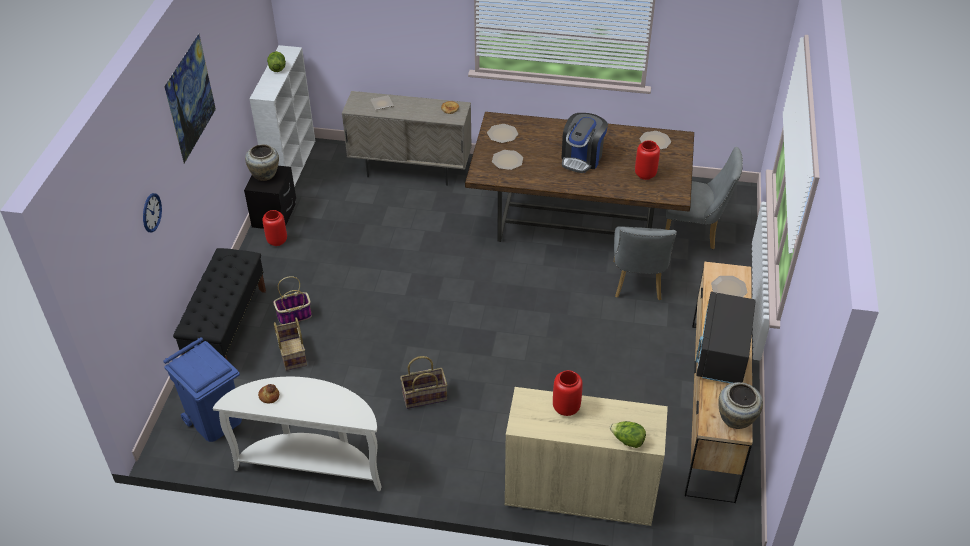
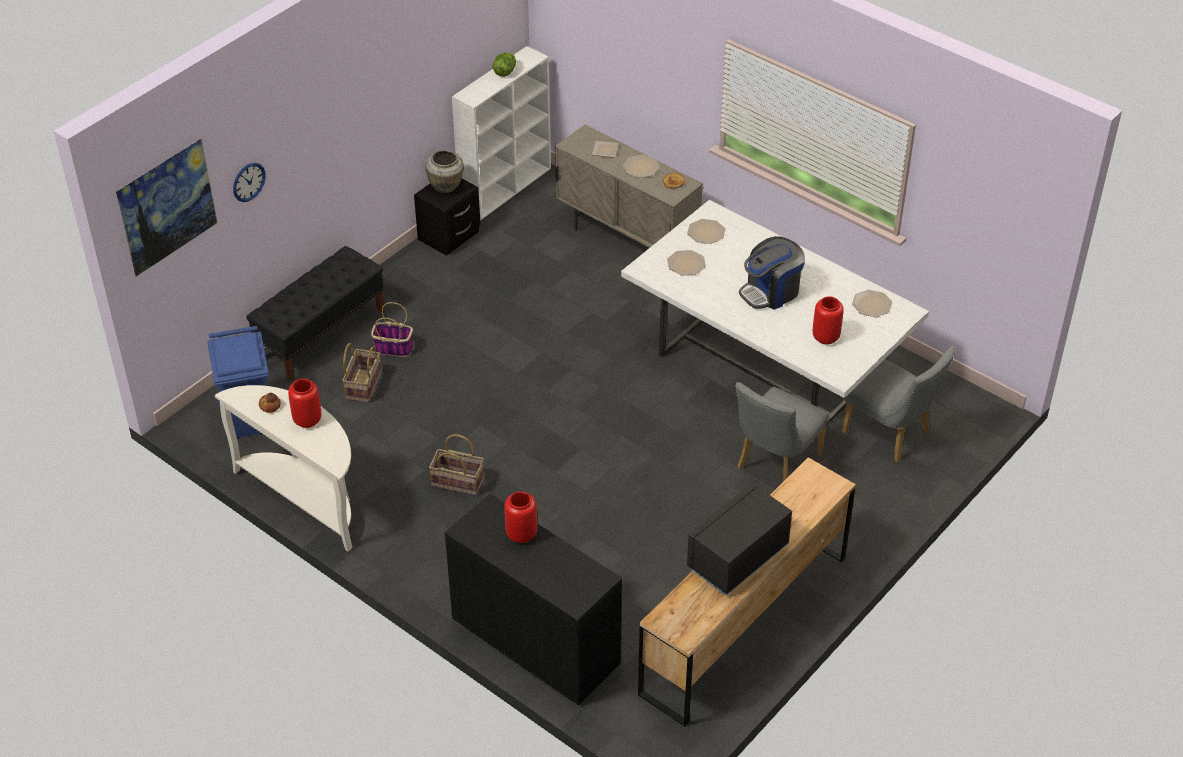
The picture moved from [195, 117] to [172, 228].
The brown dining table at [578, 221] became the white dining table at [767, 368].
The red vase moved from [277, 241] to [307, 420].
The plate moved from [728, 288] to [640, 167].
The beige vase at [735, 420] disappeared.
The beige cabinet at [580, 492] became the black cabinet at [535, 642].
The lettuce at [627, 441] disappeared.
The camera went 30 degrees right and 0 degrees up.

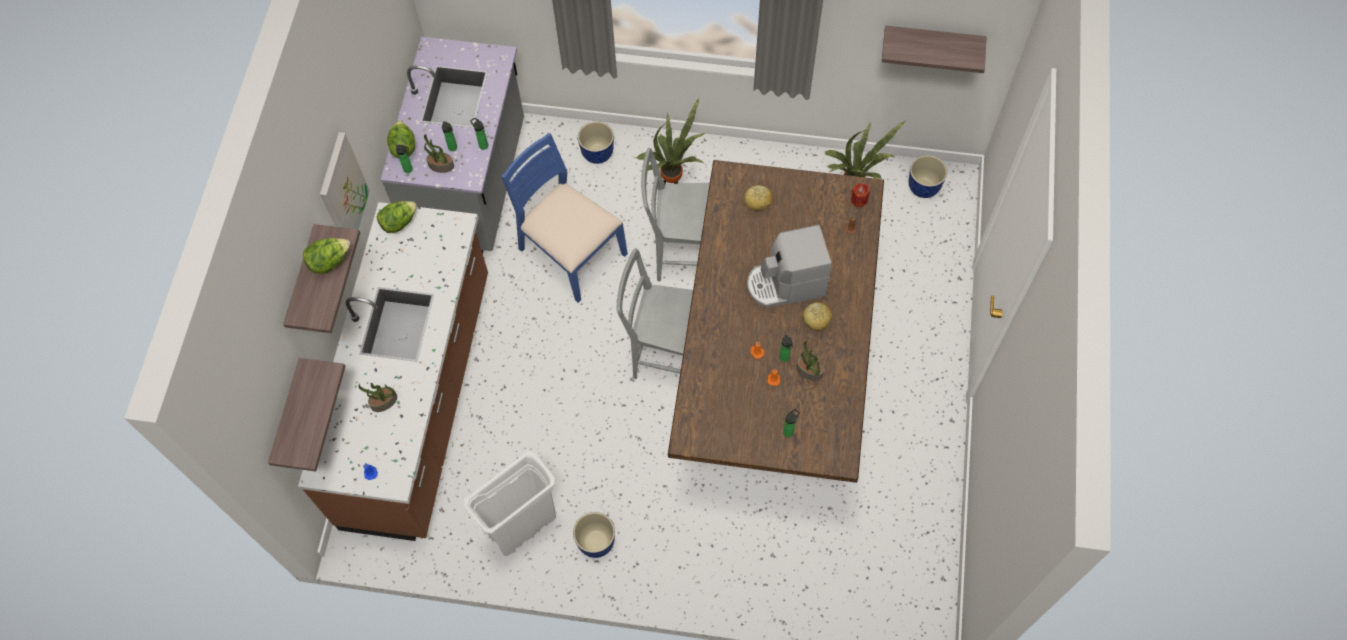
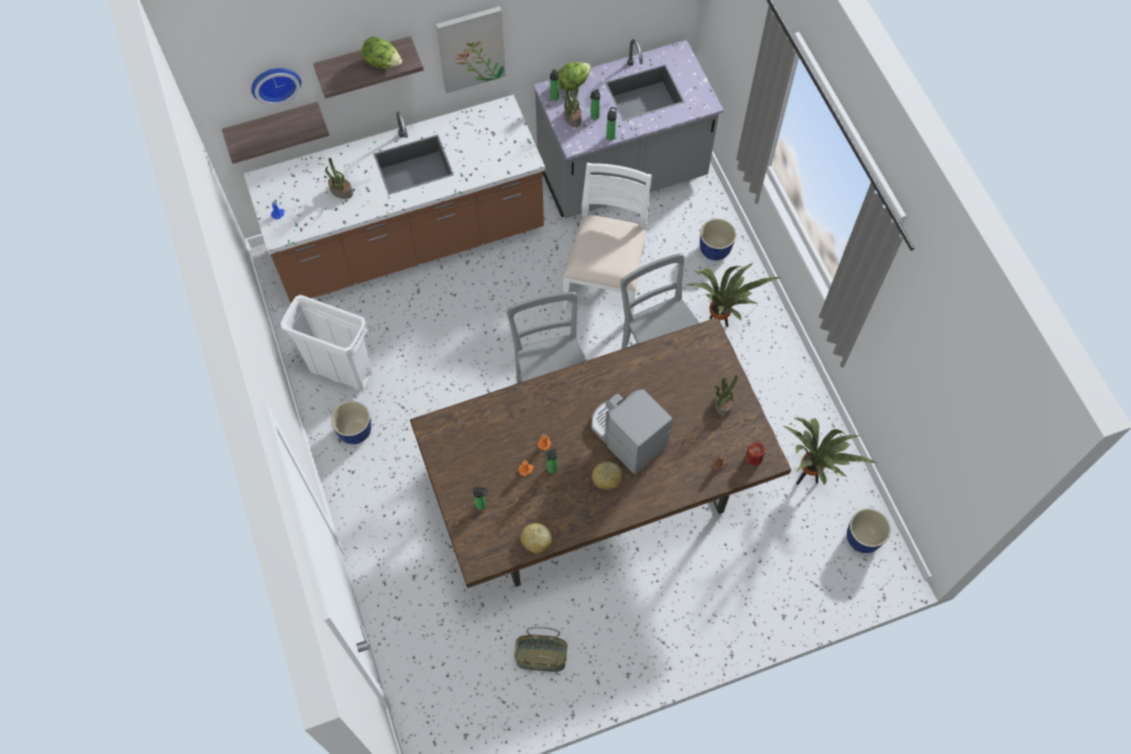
The shelf at [932, 43] disappeared.
The blue chair at [570, 252] became the white chair at [606, 279].
The bread moved from [758, 200] to [536, 540].
The lettuce at [399, 222] disappeared.
The potted plant moved from [809, 371] to [722, 403].
The wall clock at [275, 82] appeared.
The basket at [540, 658] appeared.
The camera went 60 degrees right and 0 degrees up.

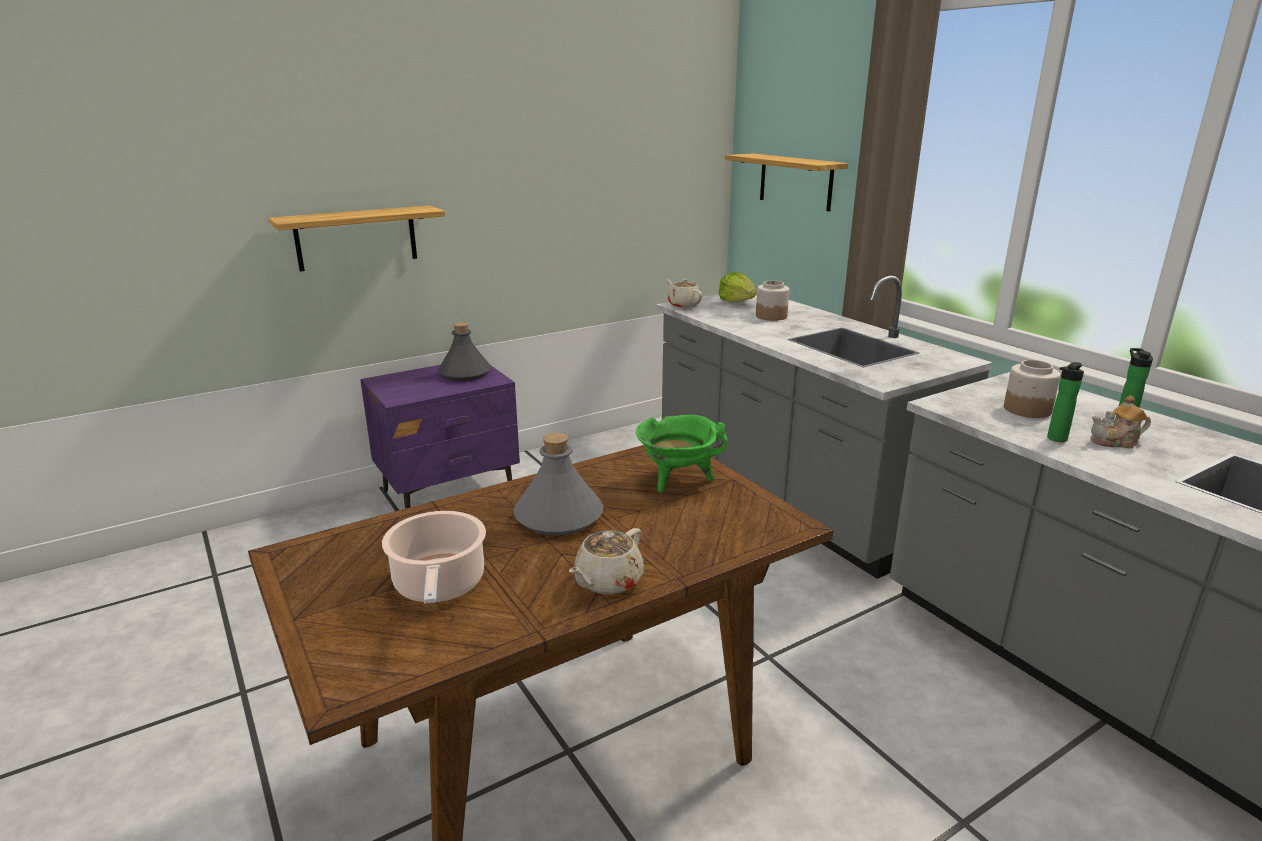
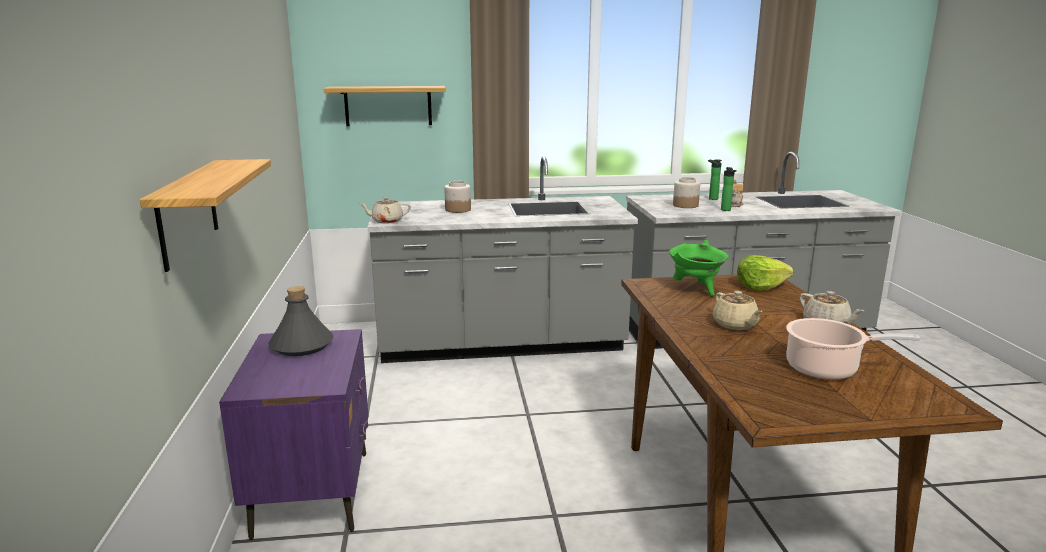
The lettuce moved from [737, 301] to [760, 287].
The grey bottle at [559, 516] was replaced by the beige teapot at [735, 325].
The camera went 65 degrees left and 5 degrees down.

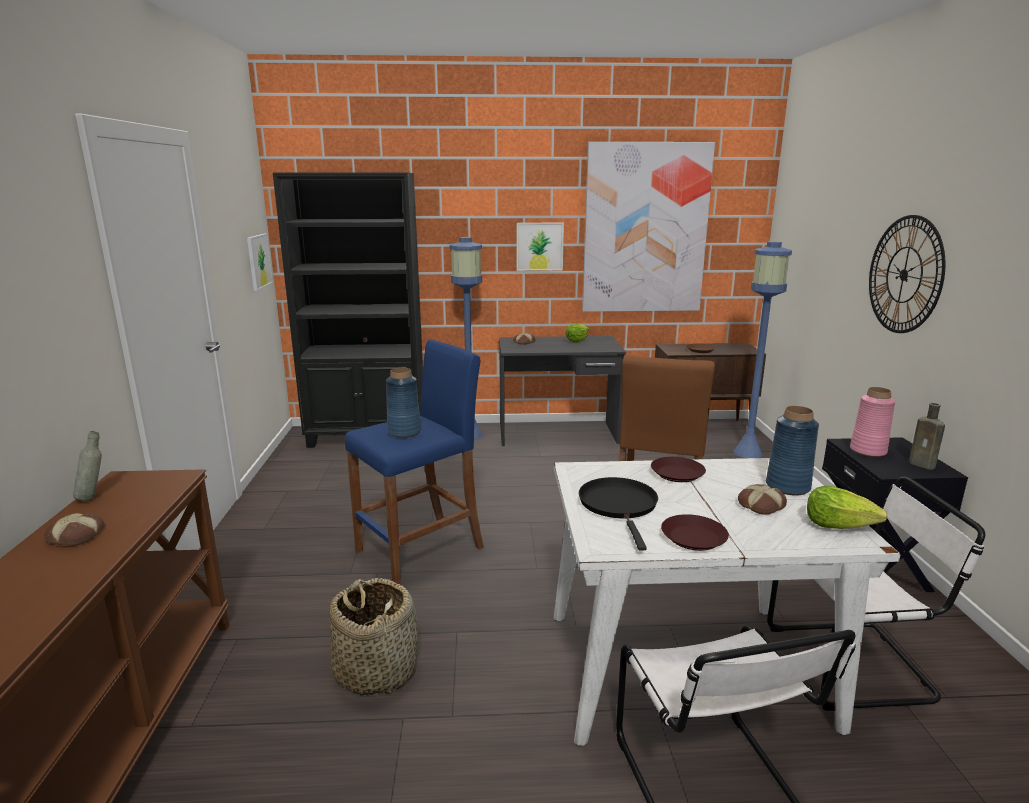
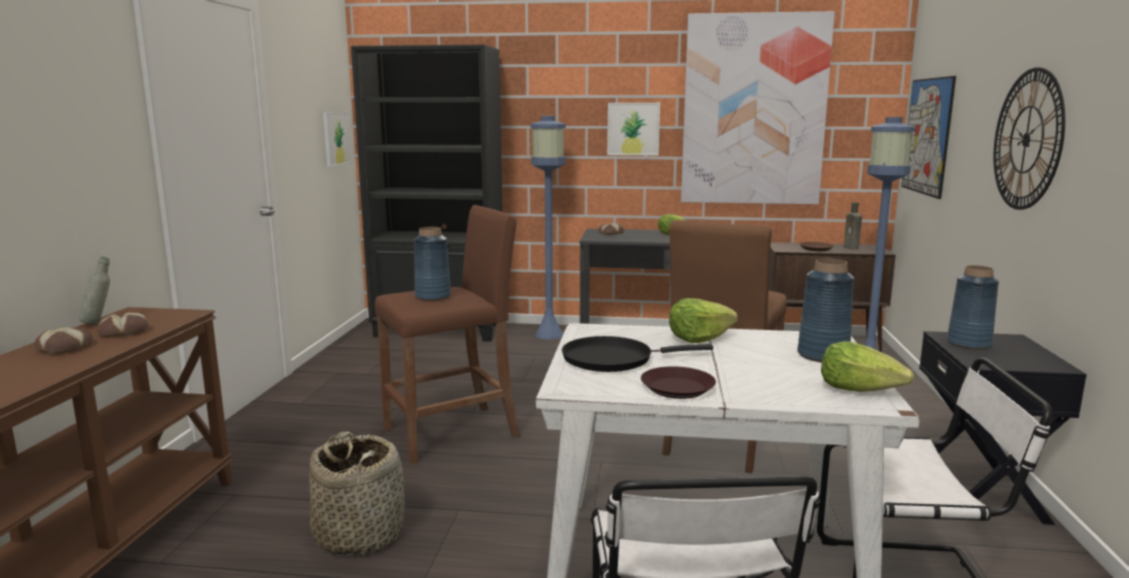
The blue stool at [421, 549] became the brown stool at [452, 433].
The pink vase at [867, 451] became the blue vase at [968, 344].
The brown bottle moved from [923, 465] to [852, 248].
The brown plate at [676, 474] was replaced by the lettuce at [698, 338].
The black frying pan at [619, 506] turned 105 degrees counterclockwise.
The bread moved from [760, 505] to [124, 331].
The picture at [927, 136] appeared.
The camera went 10 degrees right and 5 degrees down.

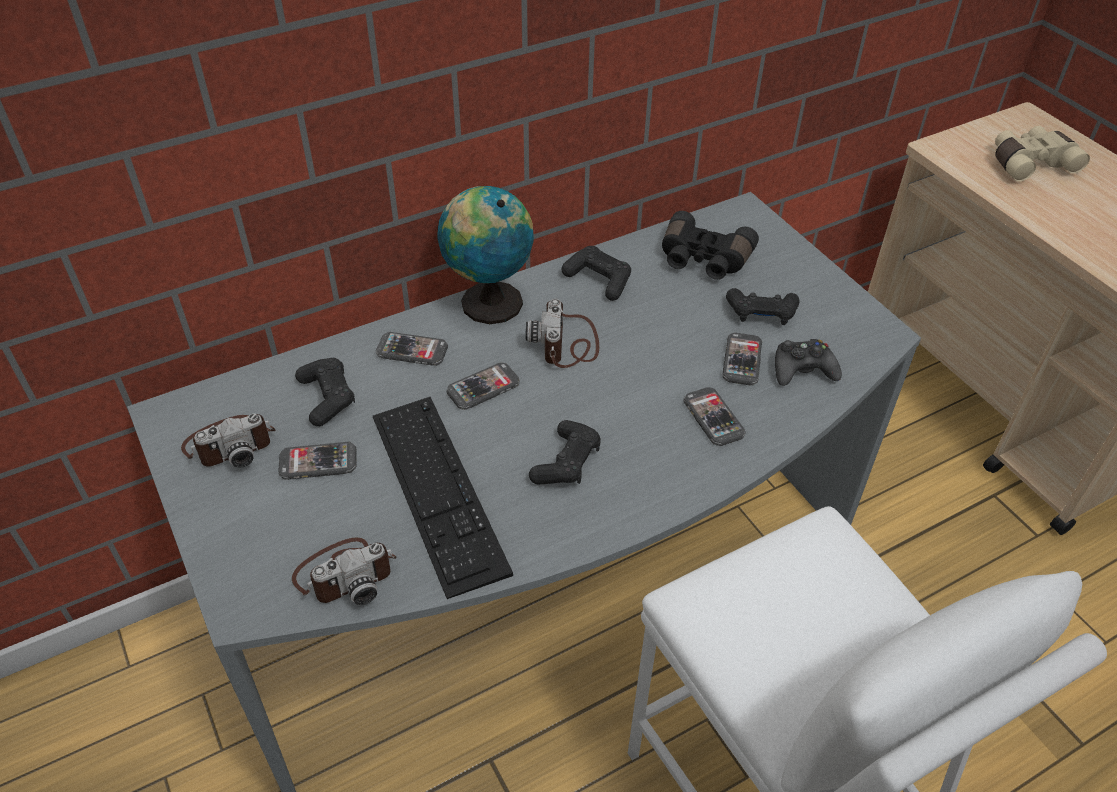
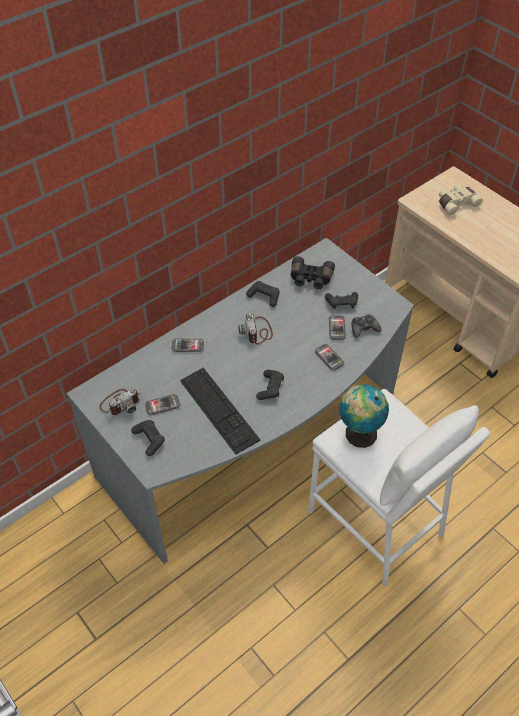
The globe moved from [487, 302] to [358, 433].
The black game controller moved from [327, 397] to [149, 439].
The phone at [483, 388] disappeared.
The photo camera at [345, 573] disappeared.
The camera went 10 degrees left and 5 degrees up.

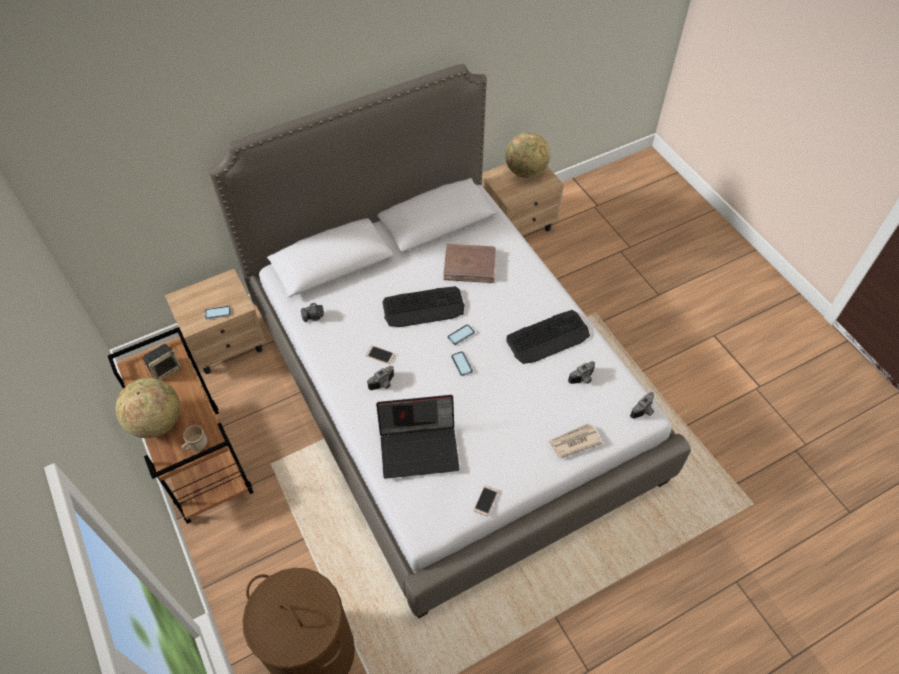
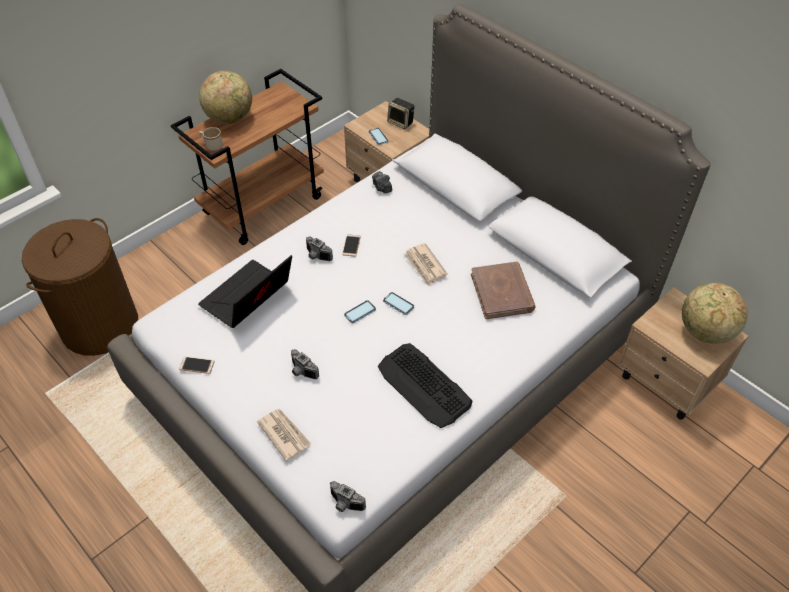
The keyboard at [423, 307] was replaced by the newspaper at [425, 266].
The speaker moved from [166, 369] to [401, 122].
The photo camera moved from [583, 379] to [301, 372].
The laptop at [420, 447] turned 60 degrees clockwise.
The camera went 75 degrees right and 5 degrees down.

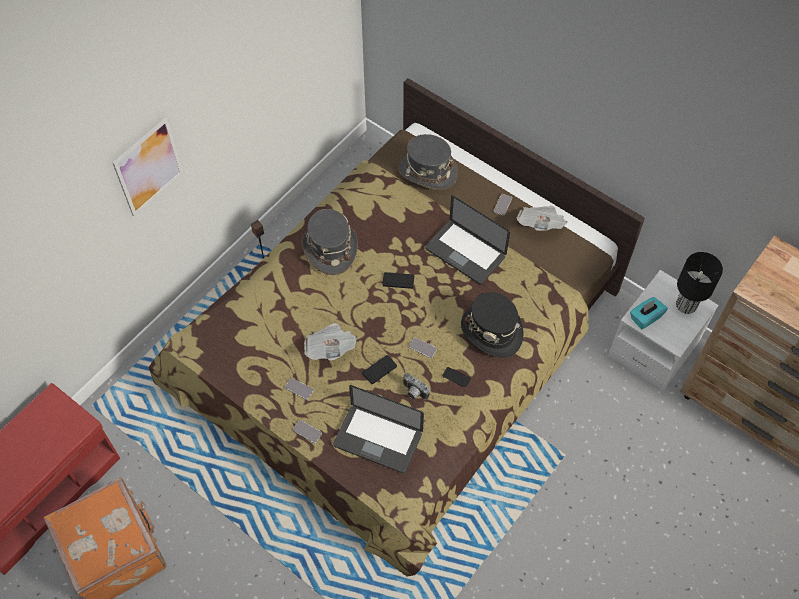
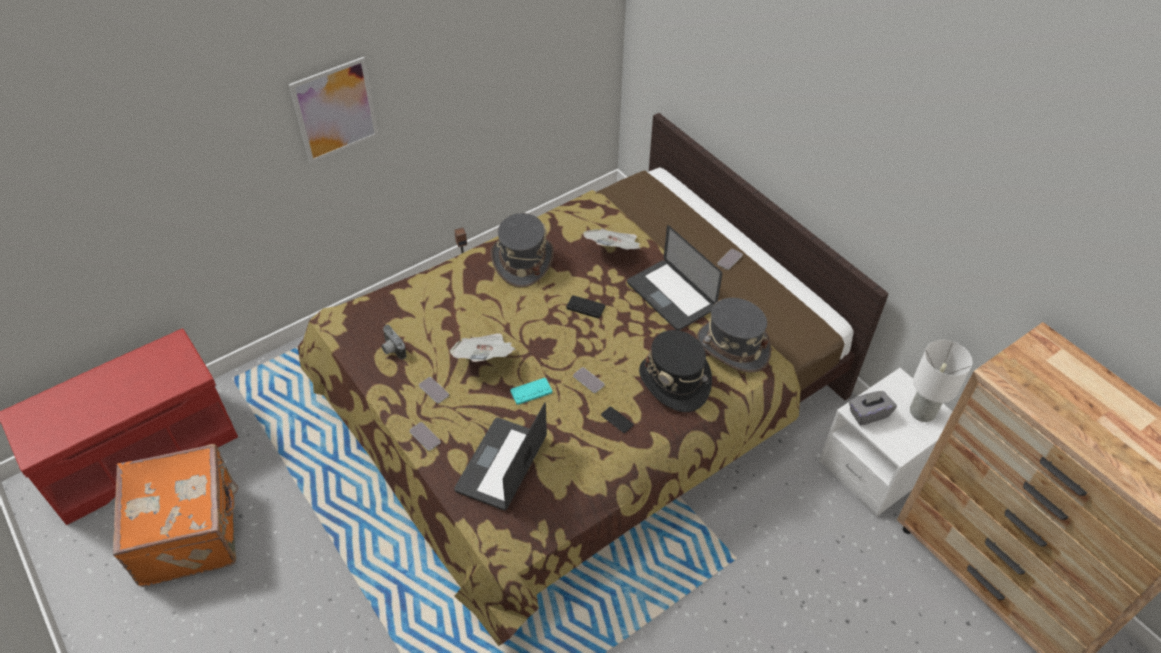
The grey hat moved from [428, 172] to [732, 347].
The newspaper moved from [540, 225] to [614, 250].
The black table lamp at [685, 305] became the white table lamp at [922, 412].
The turquoise tissue box at [645, 317] became the grey tissue box at [868, 414].
The black game controller at [379, 370] became the turquoise game controller at [531, 391].
The photo camera moved from [413, 392] to [392, 350].
The laptop at [378, 439] turned 75 degrees clockwise.
The camera went 15 degrees right and 10 degrees down.

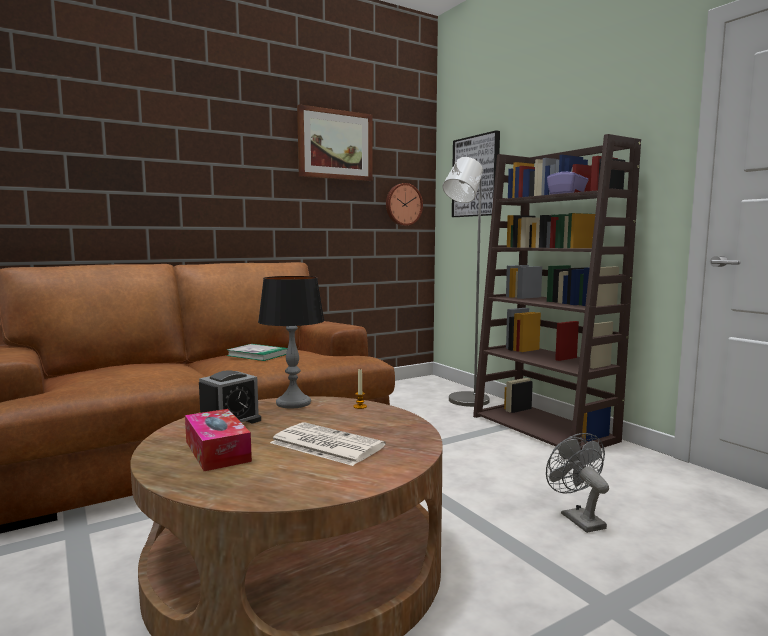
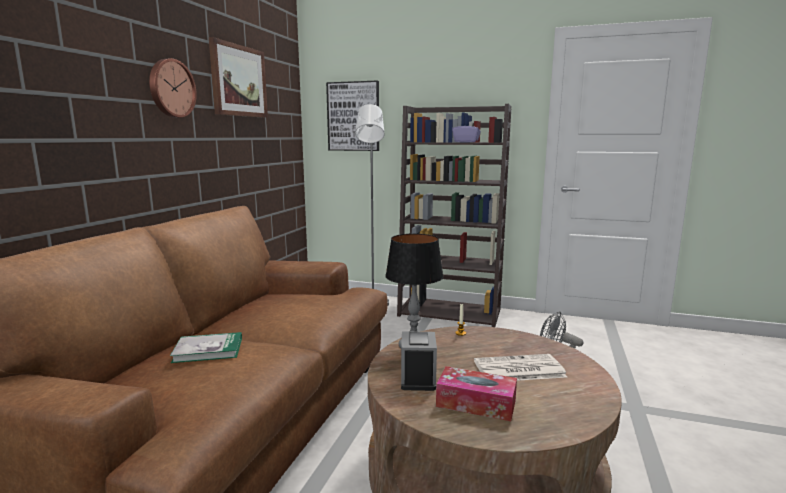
The wall clock moved from [403, 204] to [171, 88].
The book moved from [257, 355] to [208, 350].
The camera went 40 degrees left and 5 degrees up.

